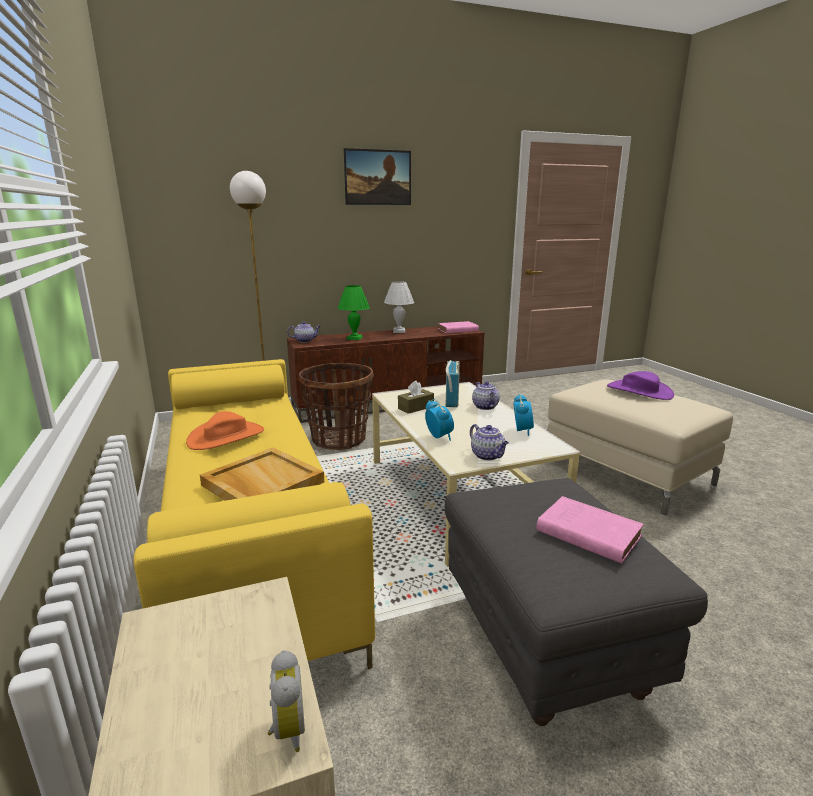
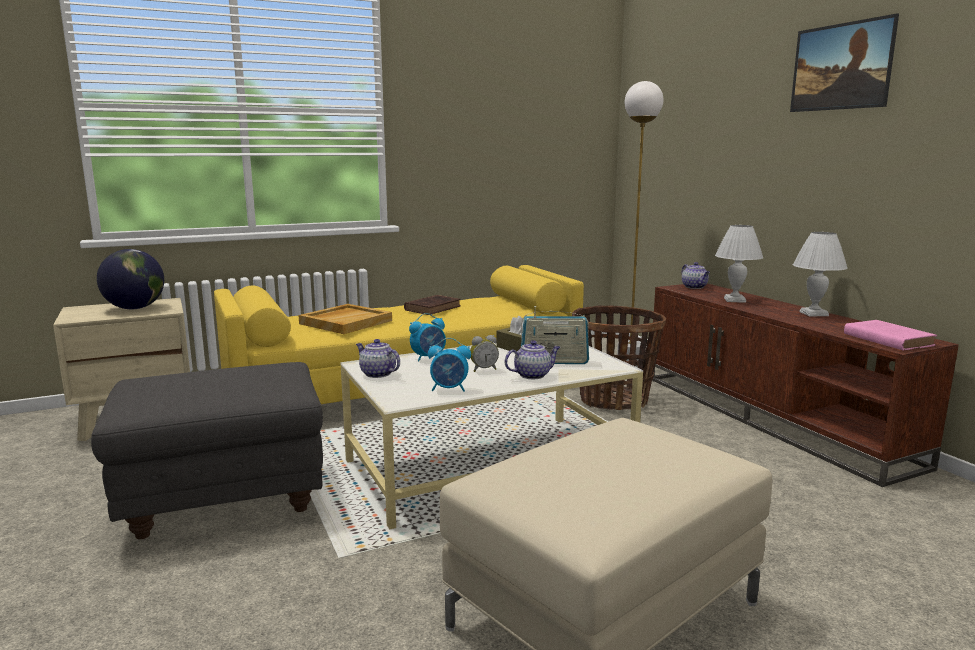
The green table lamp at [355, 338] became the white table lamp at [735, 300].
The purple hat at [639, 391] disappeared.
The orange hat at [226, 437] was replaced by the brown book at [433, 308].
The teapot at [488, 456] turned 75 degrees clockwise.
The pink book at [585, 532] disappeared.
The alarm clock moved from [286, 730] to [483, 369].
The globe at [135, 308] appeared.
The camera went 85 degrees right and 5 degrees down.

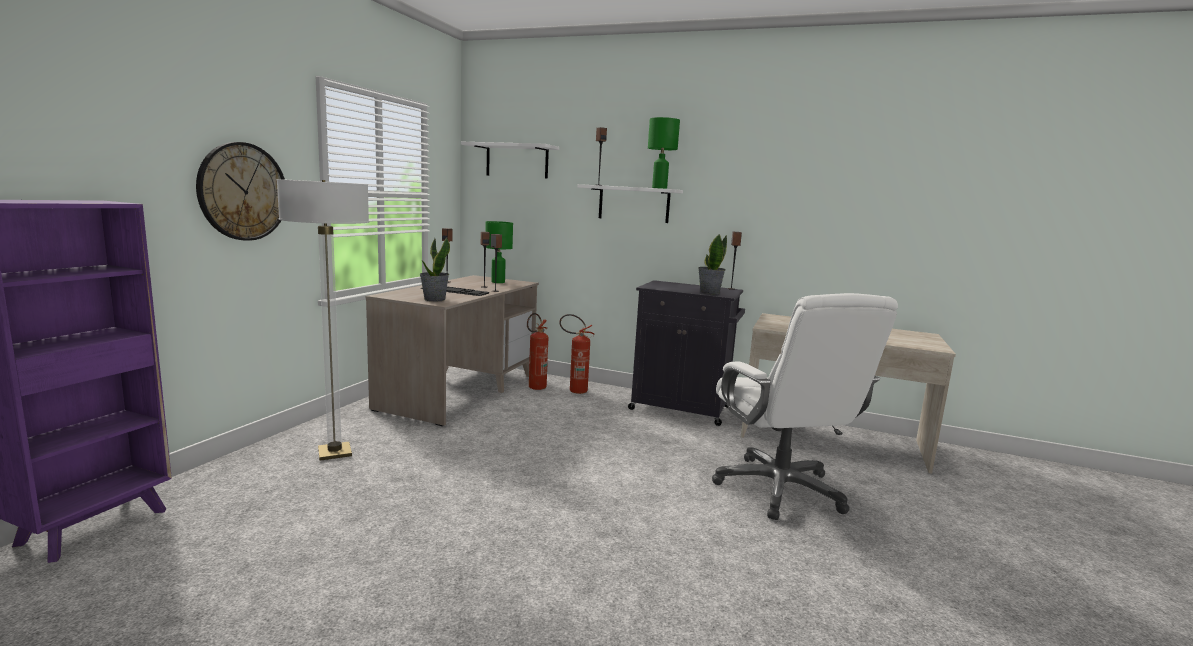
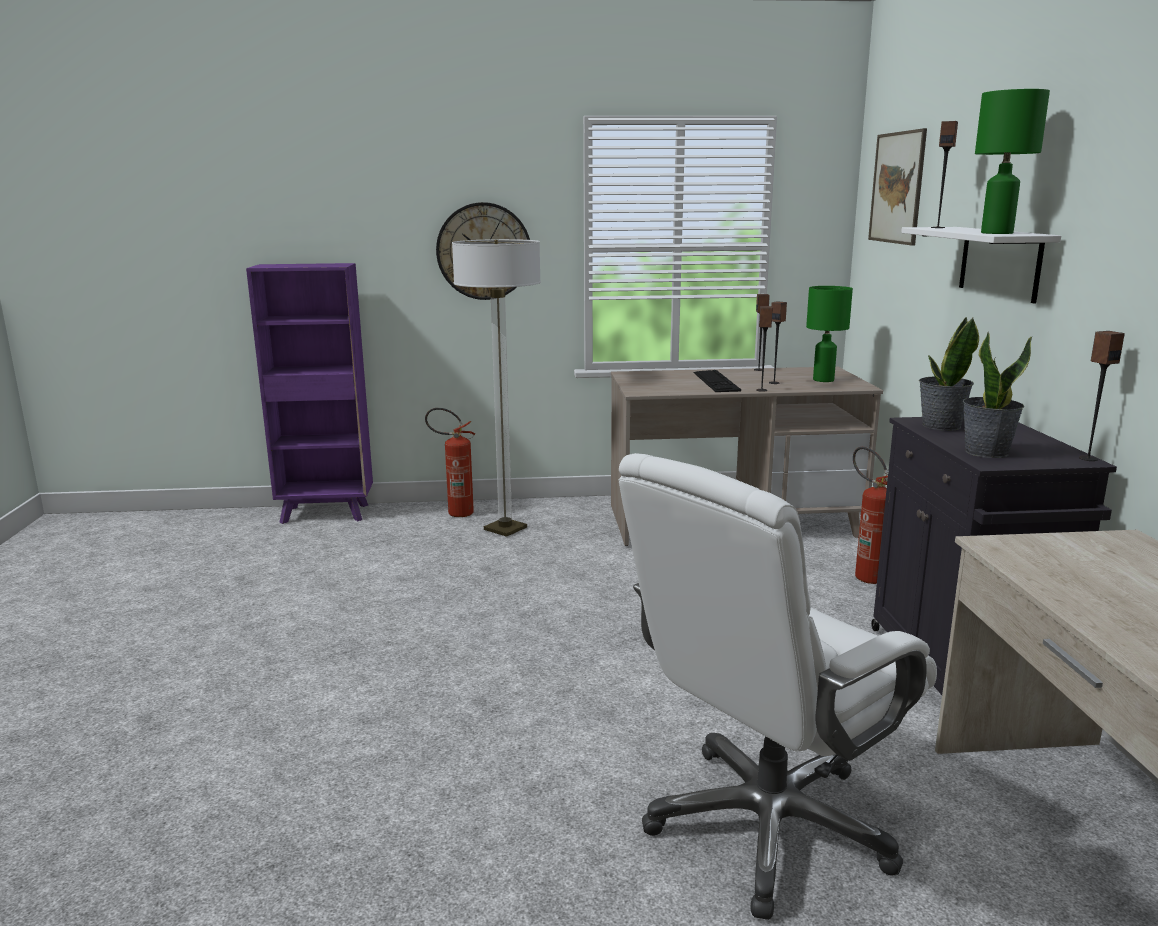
The white shelf at [517, 161] was replaced by the picture at [897, 188].
The potted plant moved from [434, 299] to [940, 426].
The fire extinguisher moved from [534, 388] to [454, 513].
The camera went 65 degrees right and 5 degrees up.

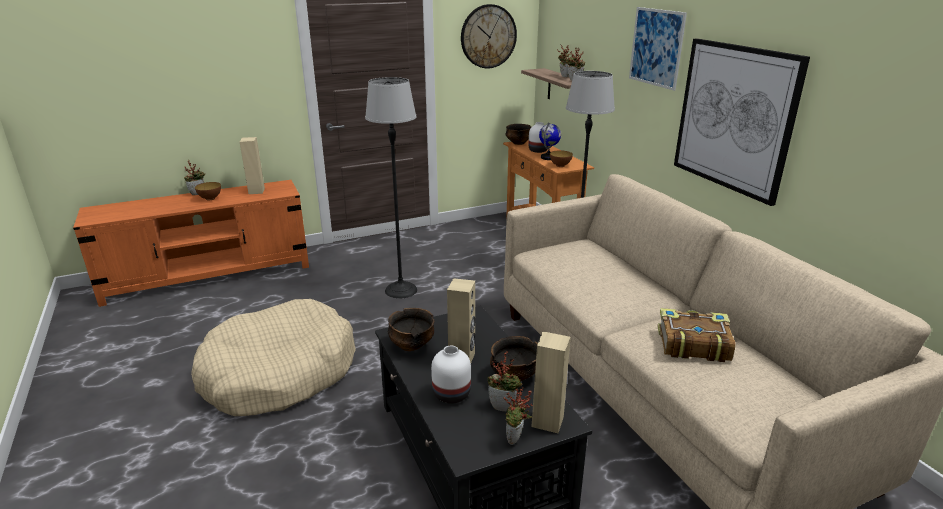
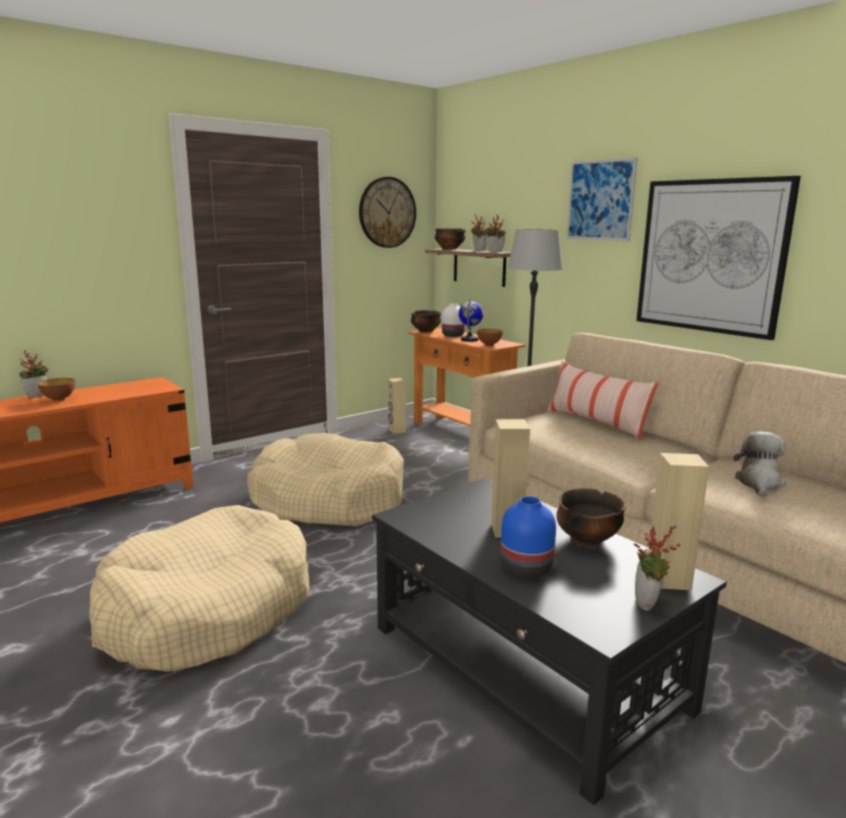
The floor lamp at [401, 290] was replaced by the beige dog bed at [328, 499].
The beige speaker moved from [256, 191] to [396, 430].
The bowl moved from [411, 345] to [449, 249].
The book at [692, 344] was replaced by the plush toy at [759, 483].
The white vase at [450, 395] became the blue vase at [525, 568].
The potted plant at [504, 406] disappeared.
The pillow at [596, 423] appeared.
The camera went 15 degrees left and 10 degrees down.

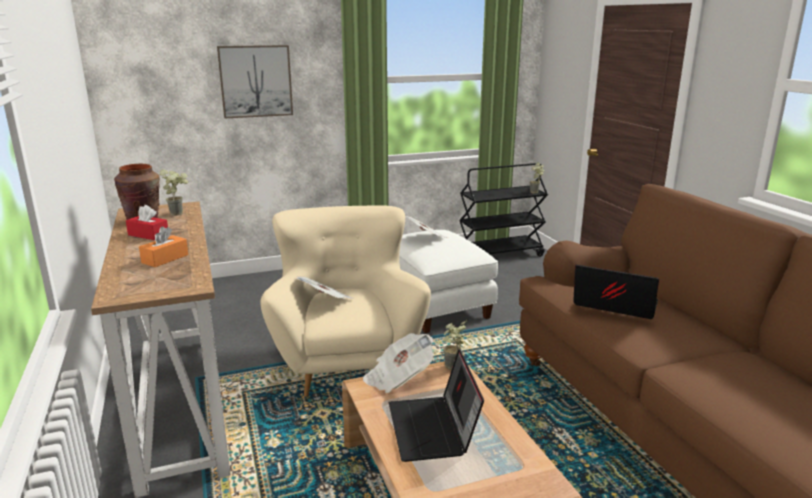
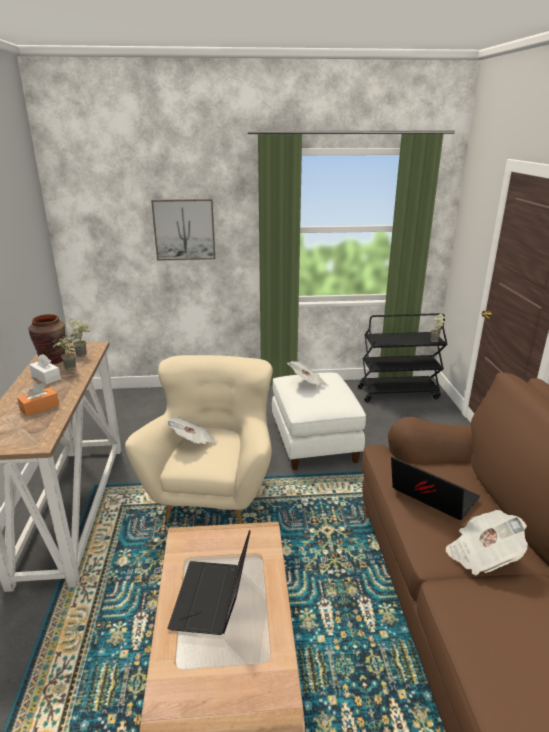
The red tissue box at [148, 235] became the white tissue box at [46, 377].
The potted plant moved from [452, 369] to [68, 370].
The newspaper moved from [398, 378] to [482, 555].
The camera went 15 degrees right and 5 degrees up.

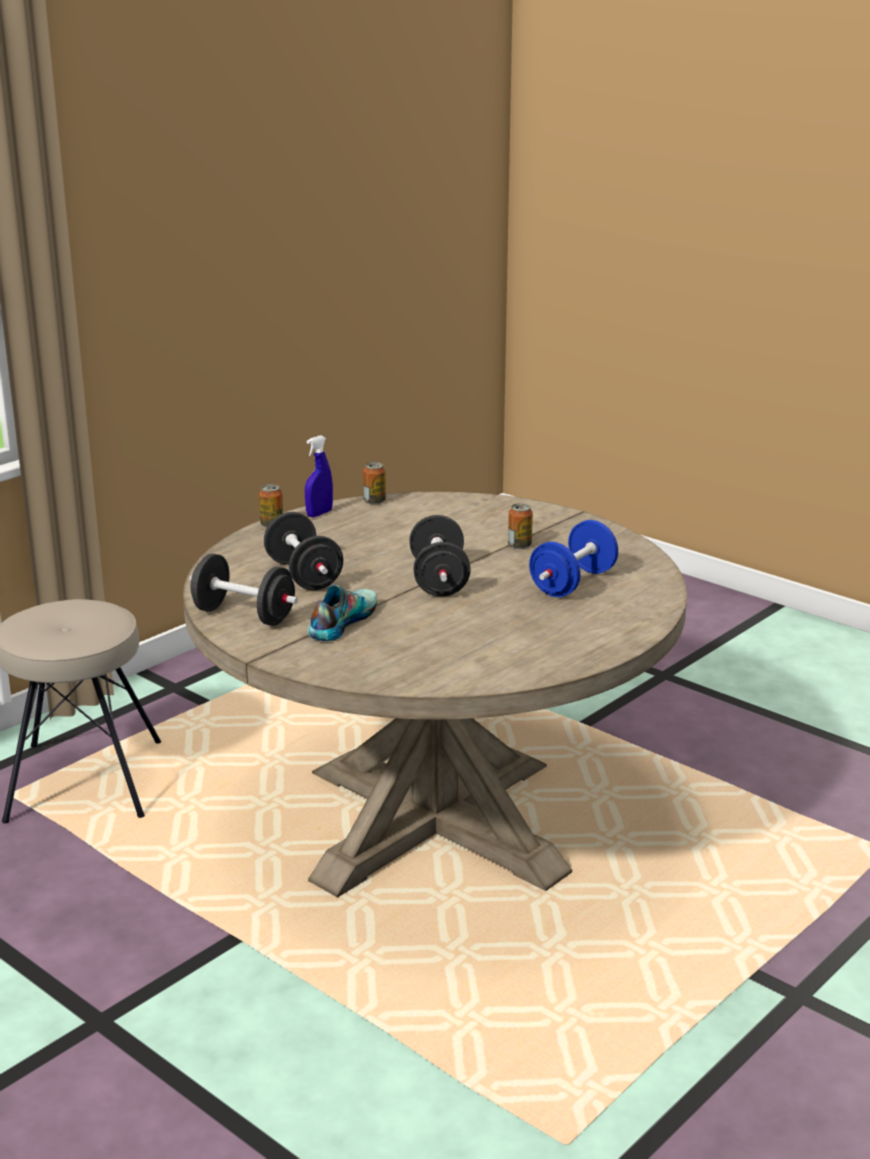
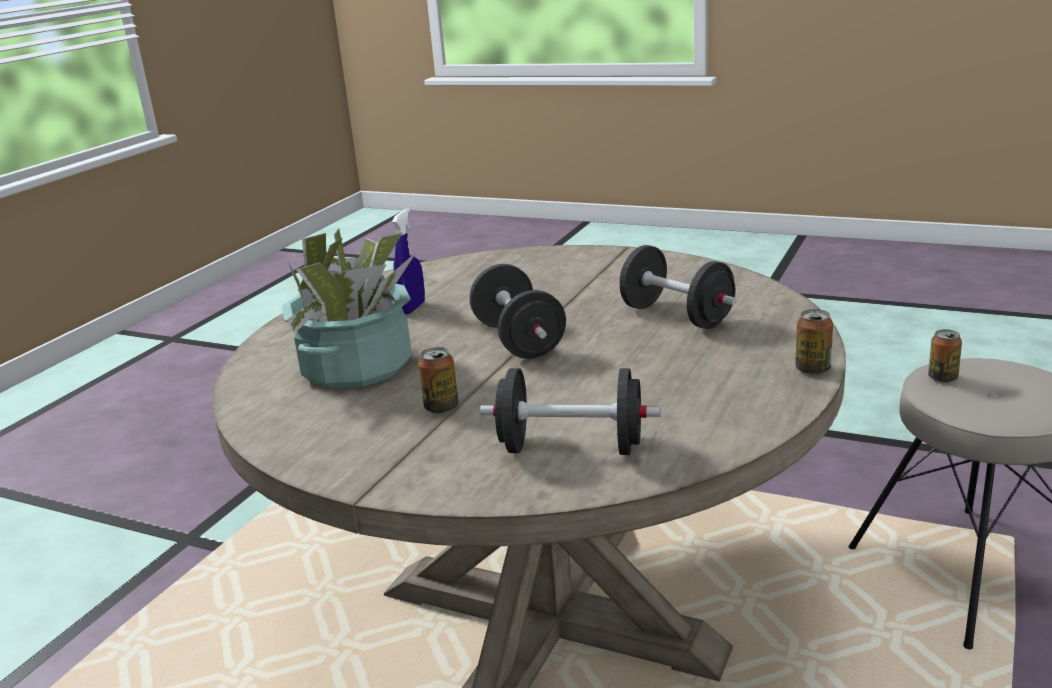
The blue spray bottle moved from [319, 514] to [412, 308].
The can moved from [374, 501] to [942, 378].
The blue dumbbell at [573, 583] was replaced by the potted plant at [356, 367].
The black dumbbell moved from [244, 615] to [571, 448].
The shoe at [340, 621] disappeared.
The camera went 165 degrees right and 0 degrees up.

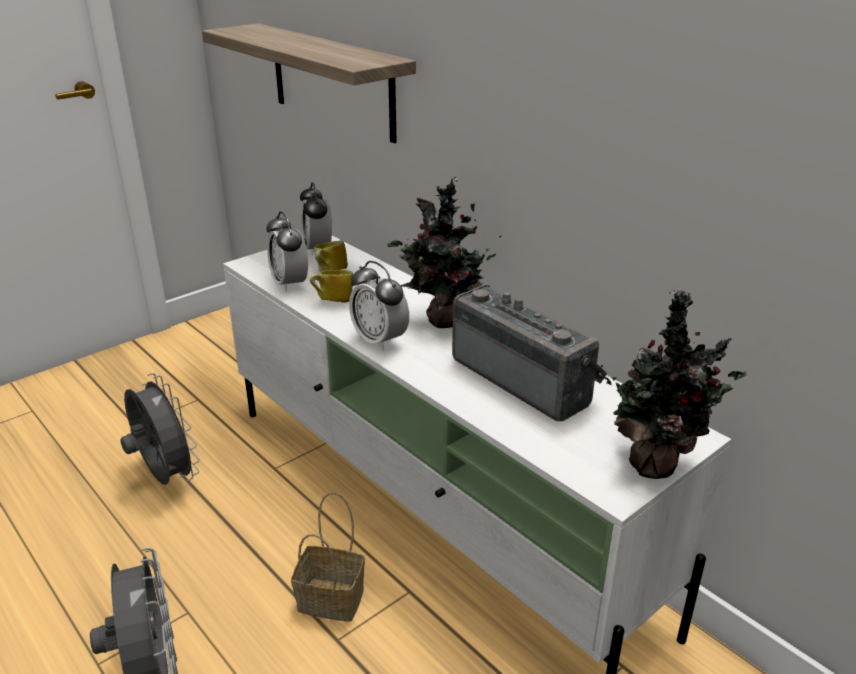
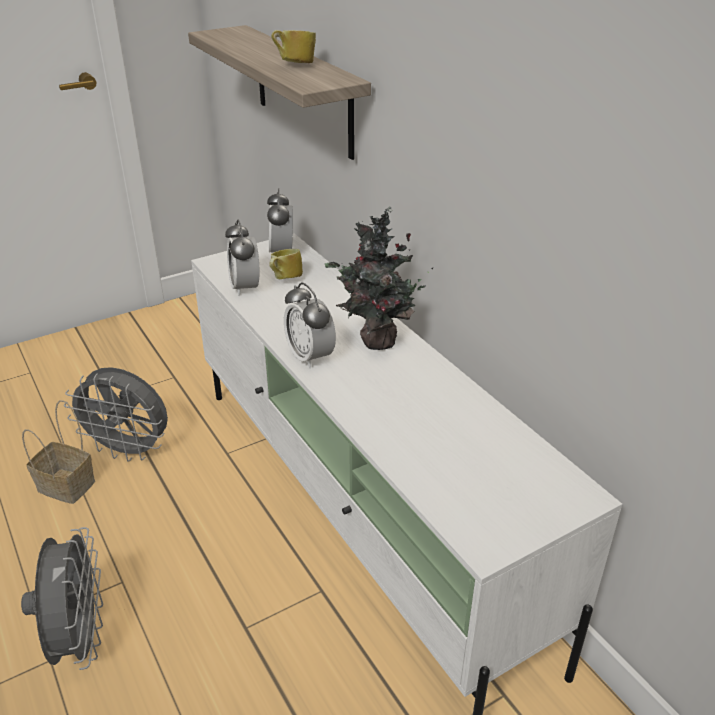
The mug moved from [333, 302] to [295, 65].
The radio at [525, 379] disappeared.
The potted plant at [656, 463] disappeared.
The grey fan at [165, 477] turned 135 degrees clockwise.
The basket moved from [333, 599] to [68, 485].
The camera went 10 degrees right and 5 degrees up.

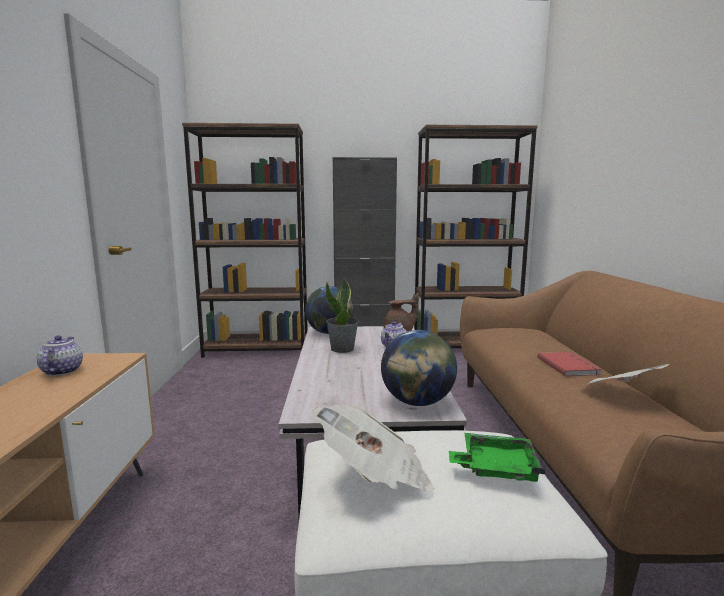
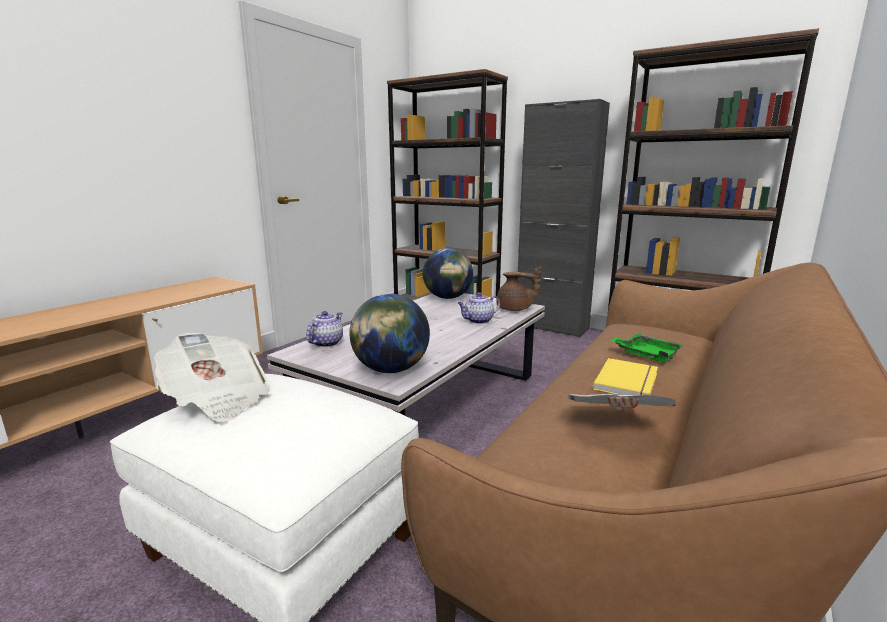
The potted plant at [342, 349] disappeared.
The teapot moved from [62, 371] to [326, 343].
The red book at [569, 366] became the yellow book at [628, 382].
The green tray moved from [496, 467] to [647, 355].
The camera went 35 degrees right and 5 degrees up.

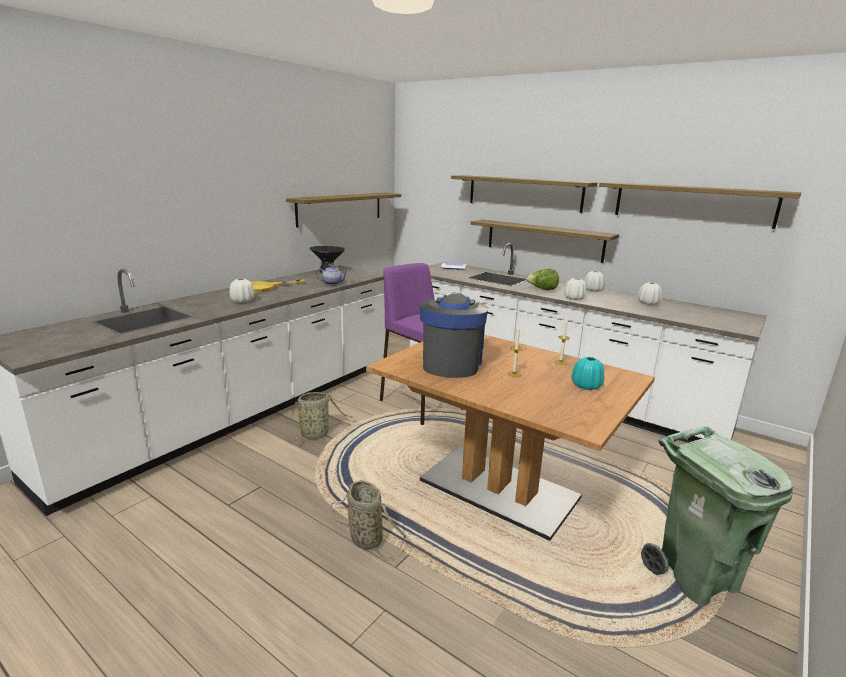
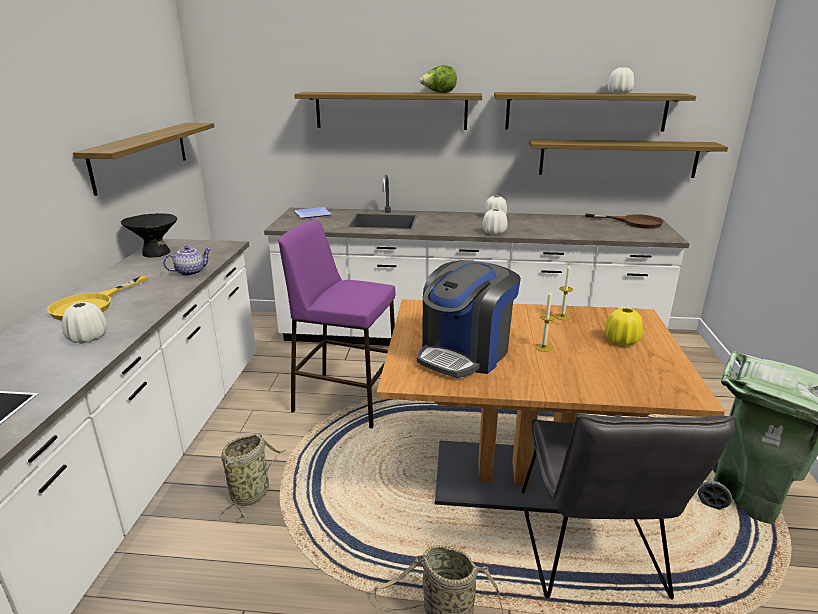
The shelf moved from [544, 240] to [618, 158].
The lettuce moved from [542, 290] to [438, 93].
The white vase moved from [648, 303] to [619, 93].
The coffee machine at [451, 363] turned 120 degrees counterclockwise.
The turquoise vase at [586, 386] became the yellow vase at [621, 340].
The brown frying pan at [634, 222] appeared.
The grey chair at [592, 554] appeared.
The camera went 30 degrees left and 5 degrees up.

